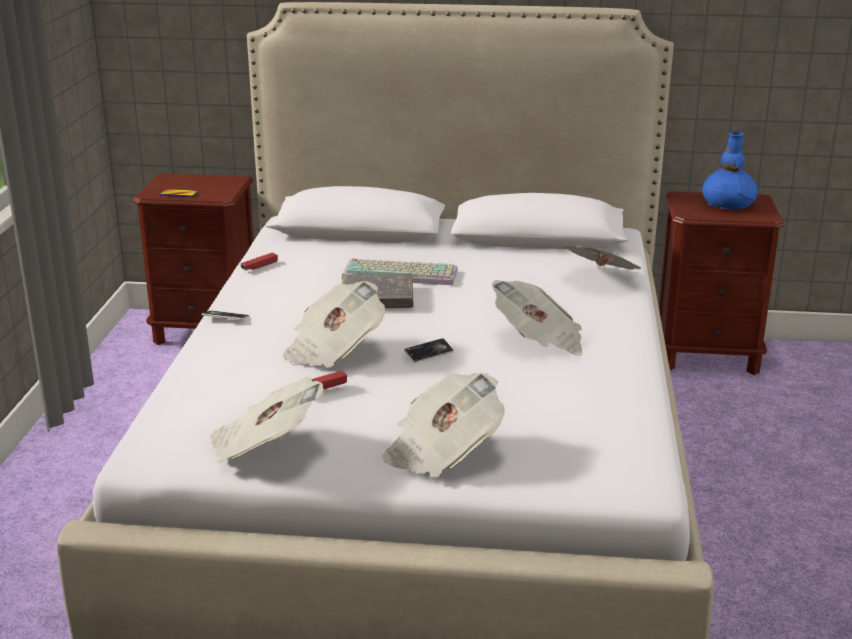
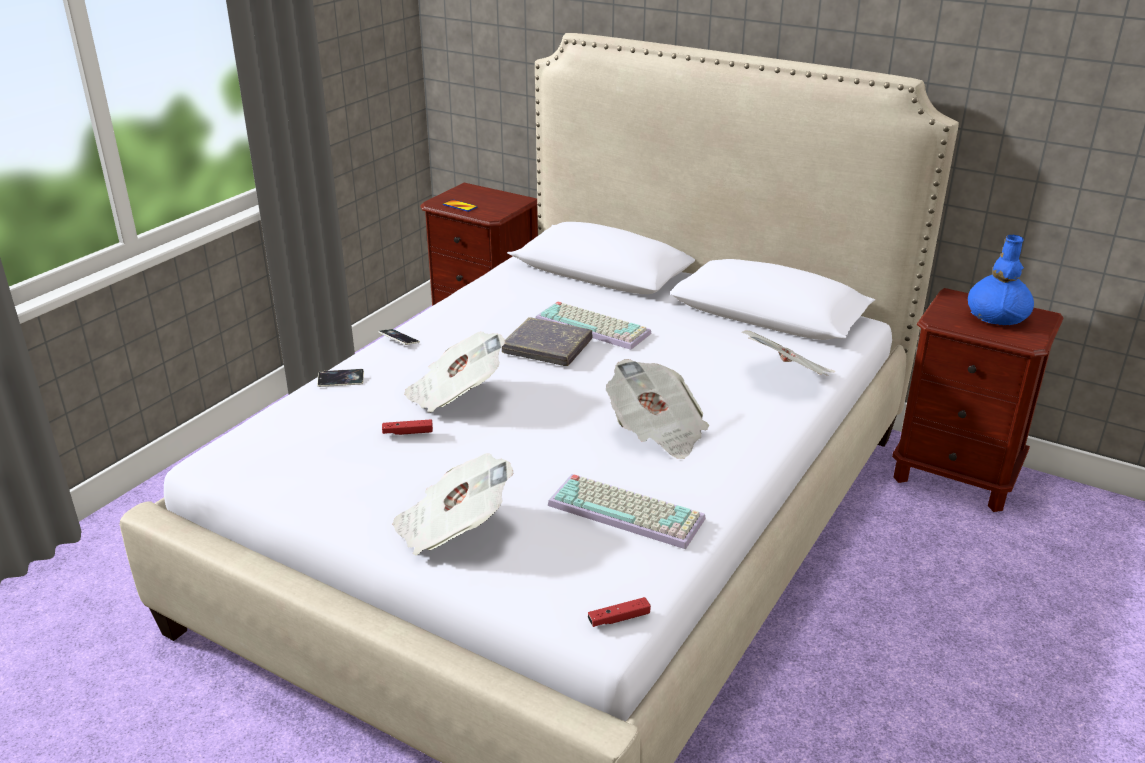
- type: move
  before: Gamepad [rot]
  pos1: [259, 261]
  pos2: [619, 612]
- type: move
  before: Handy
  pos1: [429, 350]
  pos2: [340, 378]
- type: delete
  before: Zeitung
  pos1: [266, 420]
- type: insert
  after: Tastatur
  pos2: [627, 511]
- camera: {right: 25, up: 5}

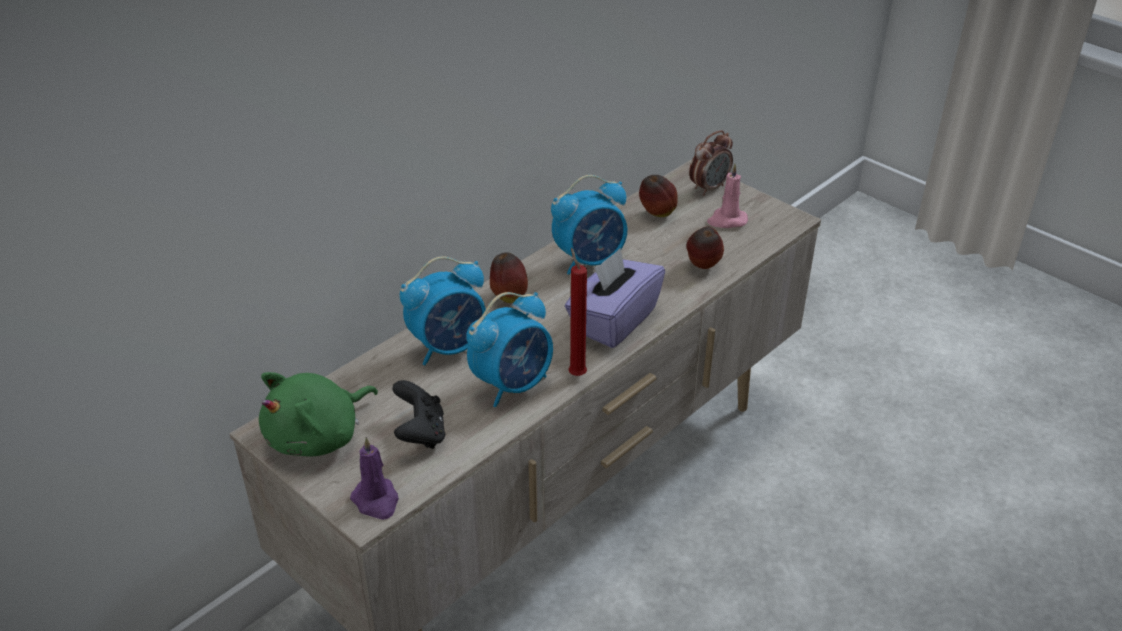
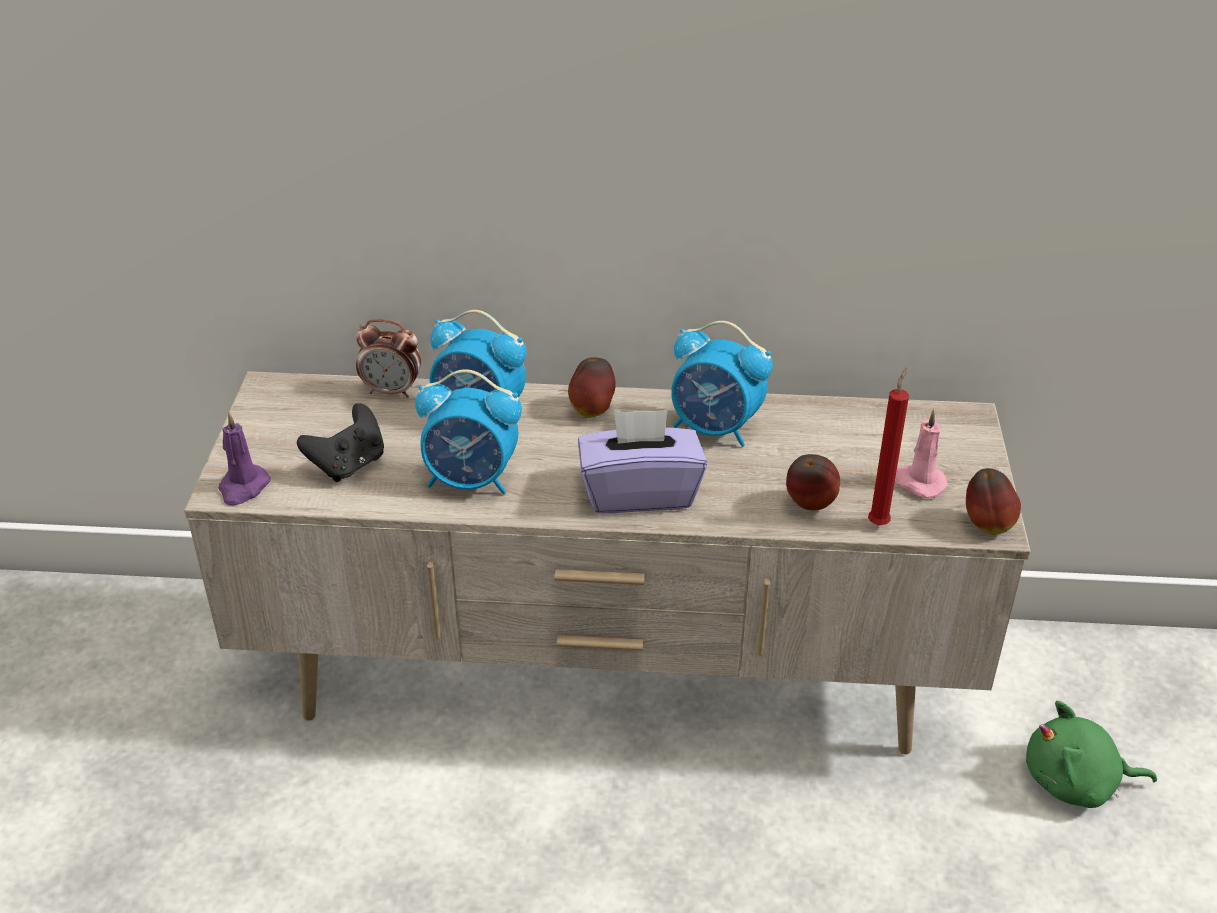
- type: move
  before: Wecker
  pos1: [711, 163]
  pos2: [388, 358]
- type: move
  before: Apfel
  pos1: [658, 196]
  pos2: [993, 501]
- type: move
  before: Kerze [rot]
  pos1: [578, 312]
  pos2: [888, 446]
- type: move
  before: Plüschtier [grün]
  pos1: [318, 414]
  pos2: [1091, 754]
- camera: {right: 50, up: 0}

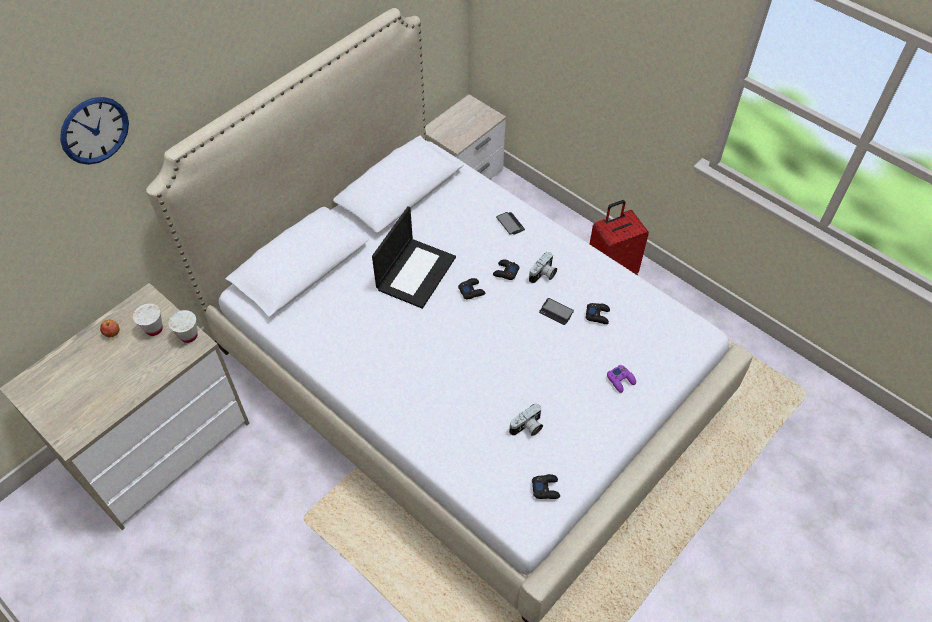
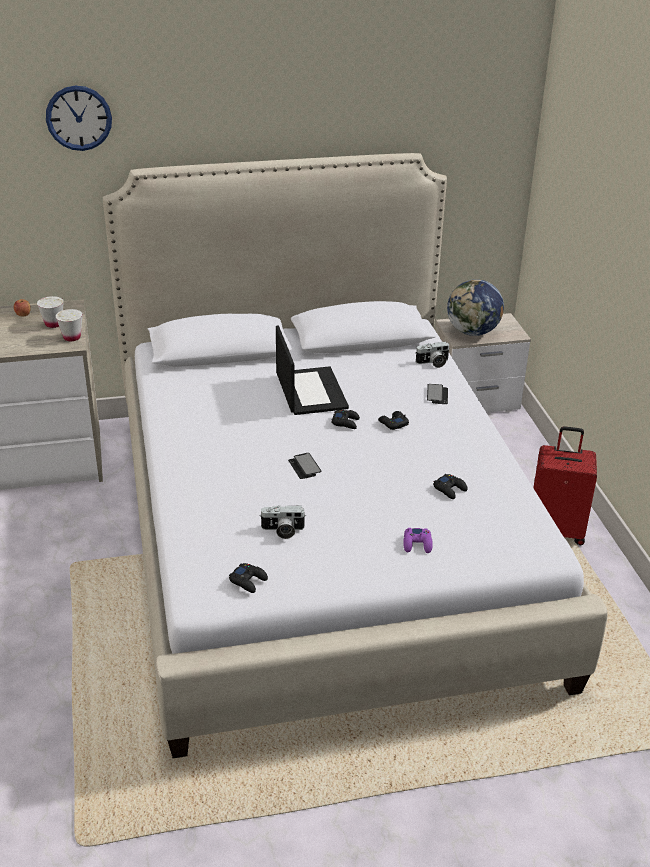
- type: rotate
  before: Laptop
  pos1: [414, 257]
  pos2: [312, 370]
  turn: -75
- type: move
  before: Kamera
  pos1: [543, 267]
  pos2: [432, 355]
- type: move
  before: Handy
  pos1: [556, 311]
  pos2: [304, 466]
- type: insert
  after: Globus
  pos2: [475, 307]
- camera: {right: 35, up: -20}

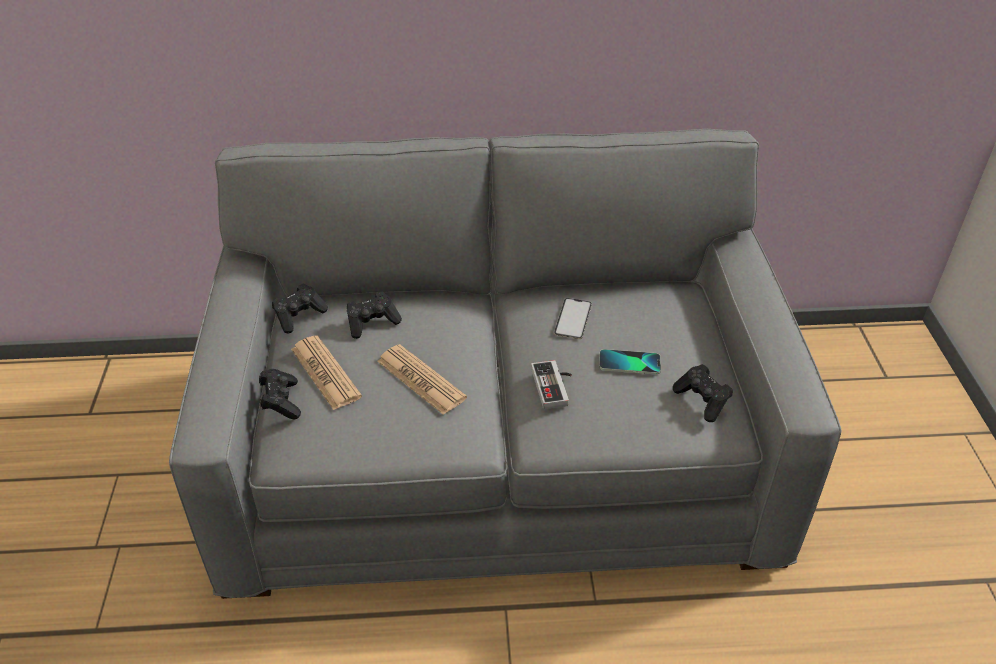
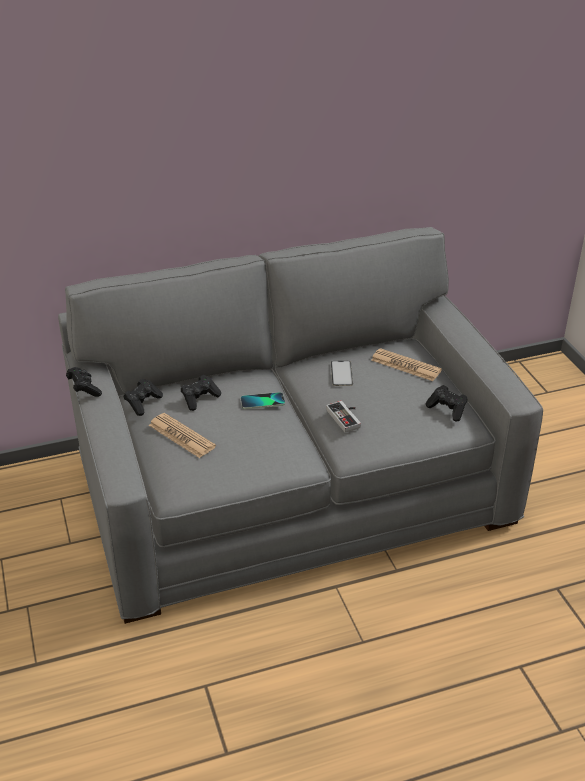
- type: move
  before: Zeitung
  pos1: [422, 379]
  pos2: [406, 364]
- type: move
  before: Handy
  pos1: [630, 362]
  pos2: [263, 400]
- type: move
  before: Gamepad [schwarz]
  pos1: [280, 394]
  pos2: [84, 382]
- camera: {right: -15, up: -5}

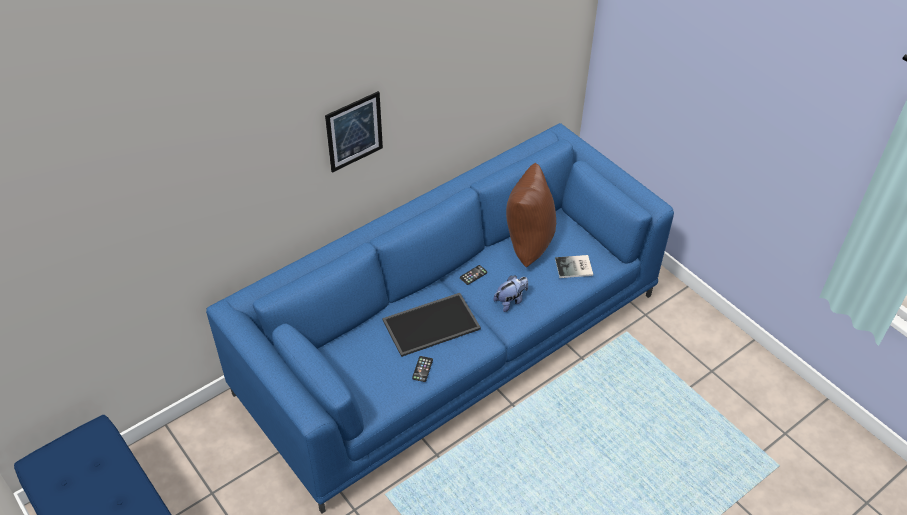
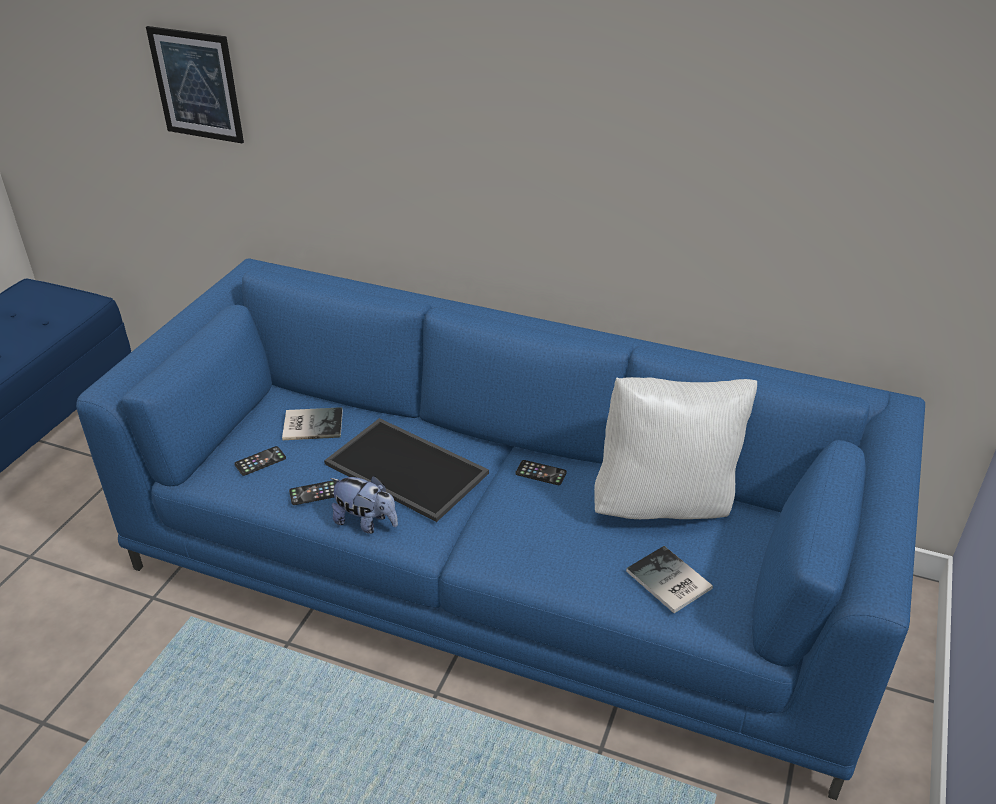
- type: move
  before: Bild
  pos1: [354, 132]
  pos2: [195, 84]
- type: recolor
  before: Kissen [braun]
  after: Kissen [weiß]
  pos1: [531, 215]
  pos2: [675, 448]
- type: move
  before: Plüschtier
  pos1: [510, 294]
  pos2: [364, 505]
- type: insert
  after: Buch
  pos2: [312, 423]
- type: insert
  after: Handy
  pos2: [260, 461]
- camera: {right: 60, up: -10}

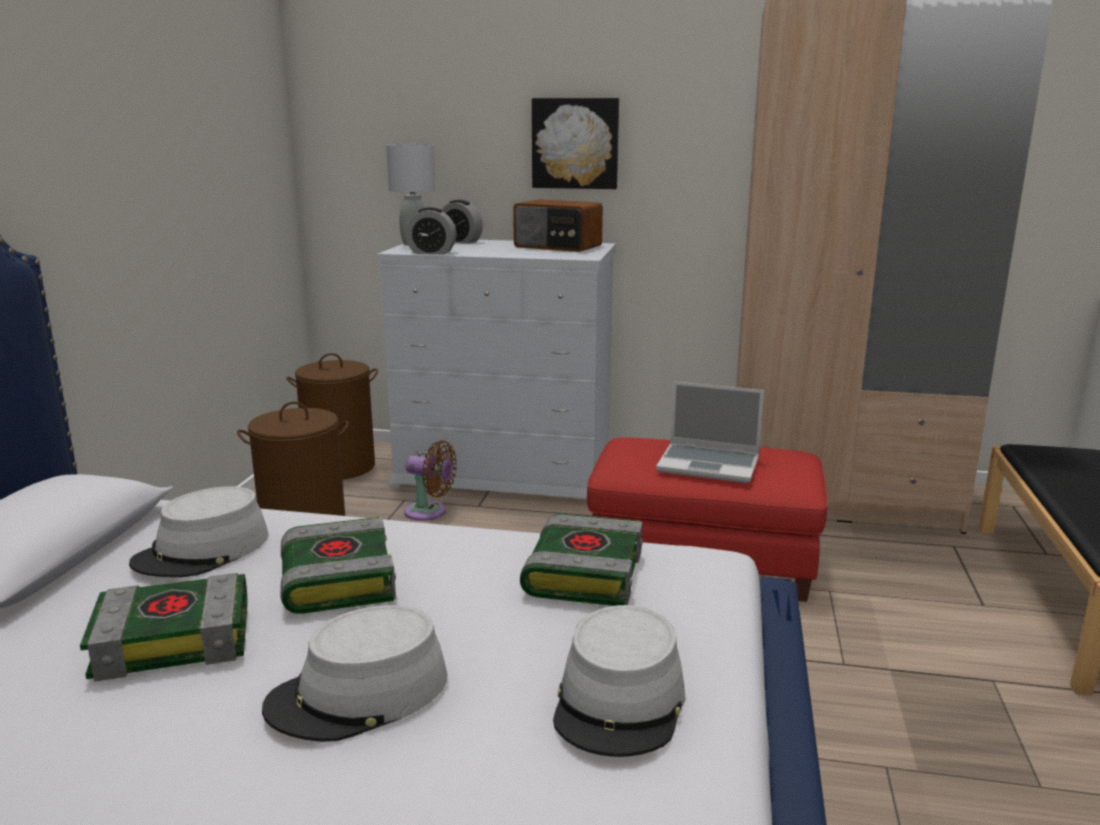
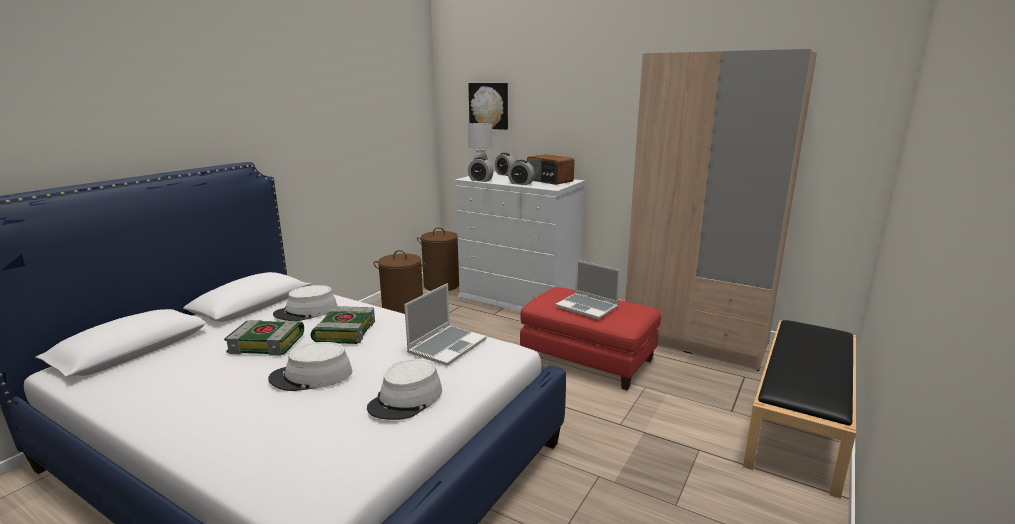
- type: move
  before: Bild
  pos1: [575, 143]
  pos2: [488, 106]
- type: delete
  before: Ventilator [braun]
  pos1: [430, 480]
- type: replace
  before: Buch
  after: Laptop
  pos1: [581, 560]
  pos2: [445, 324]
- type: insert
  after: Wecker
  pos2: [521, 172]
- camera: {right: 20, up: 0}

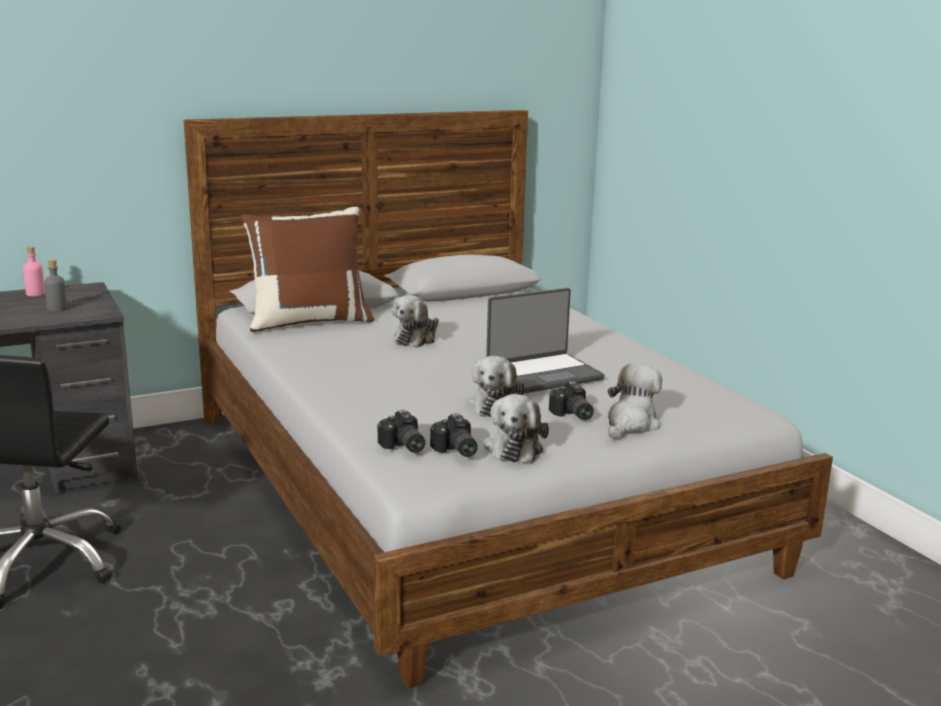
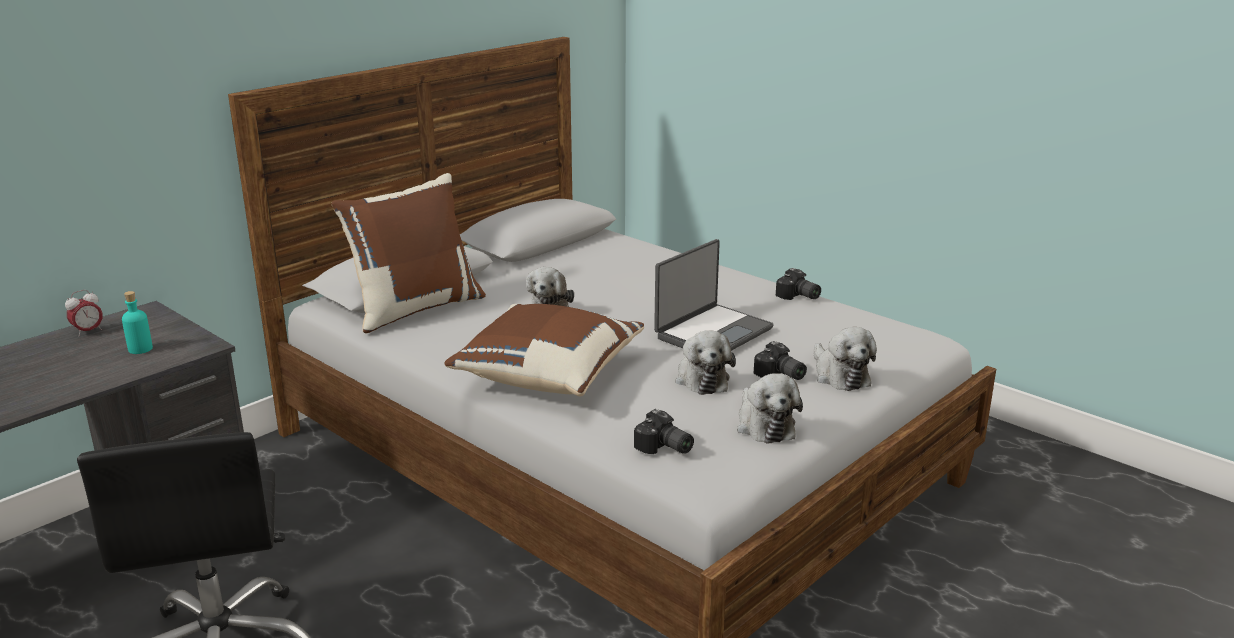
- type: replace
  before: Flasche [rosa]
  after: Wecker
  pos1: [34, 271]
  pos2: [84, 313]
- type: recolor
  before: Flasche [grau]
  after: Flasche [türkis]
  pos1: [55, 285]
  pos2: [137, 322]
- type: rotate
  before: Plüschtier
  pos1: [635, 401]
  pos2: [845, 359]
  turn: 150
- type: move
  before: Kamera
  pos1: [454, 435]
  pos2: [798, 284]
- type: insert
  after: Kissen [braun]
  pos2: [544, 350]
- camera: {right: -20, up: 5}

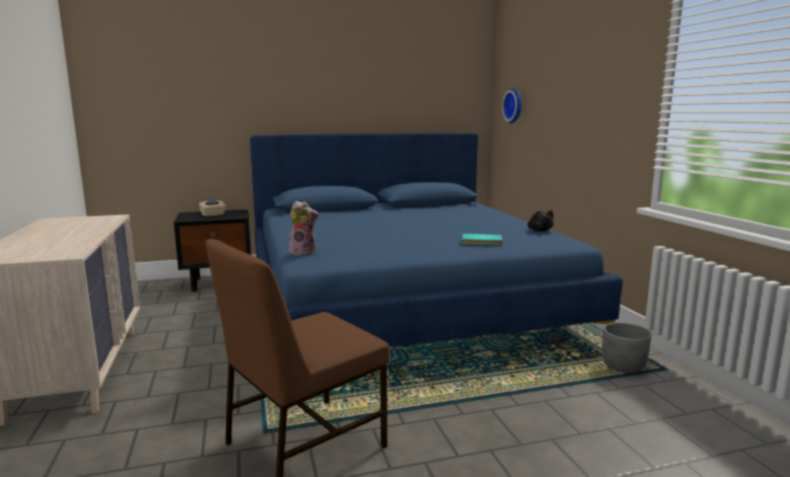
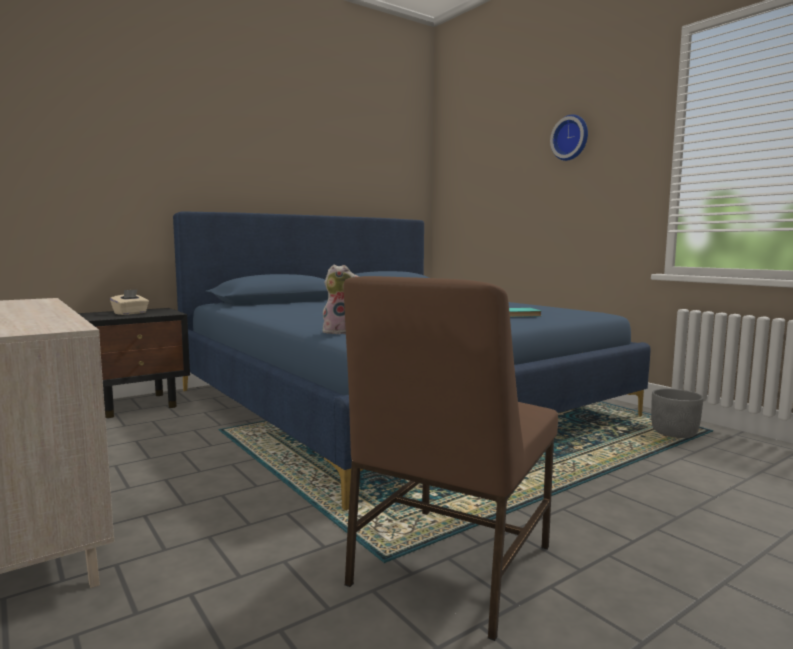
- type: move
  before: Wanduhr
  pos1: [512, 105]
  pos2: [569, 137]
- type: delete
  before: Plüschtier [schwarz]
  pos1: [540, 220]
- camera: {right: -20, up: -5}

